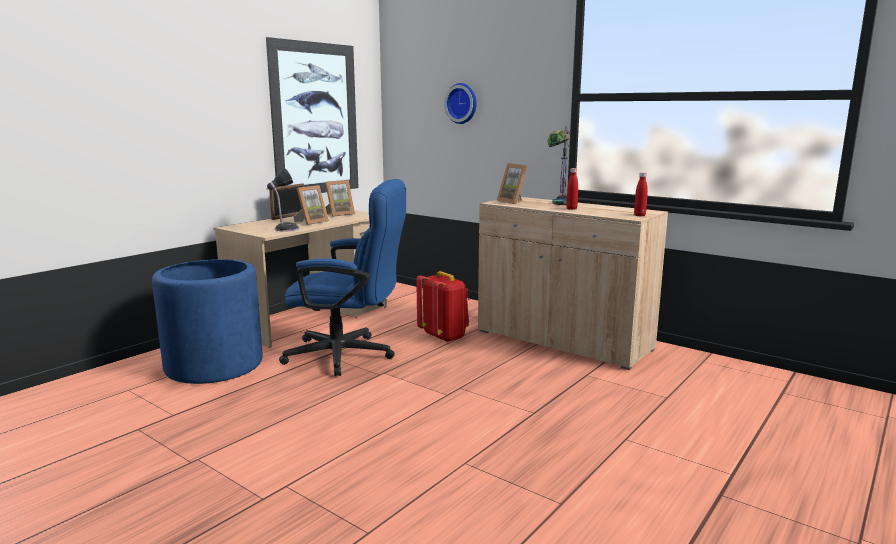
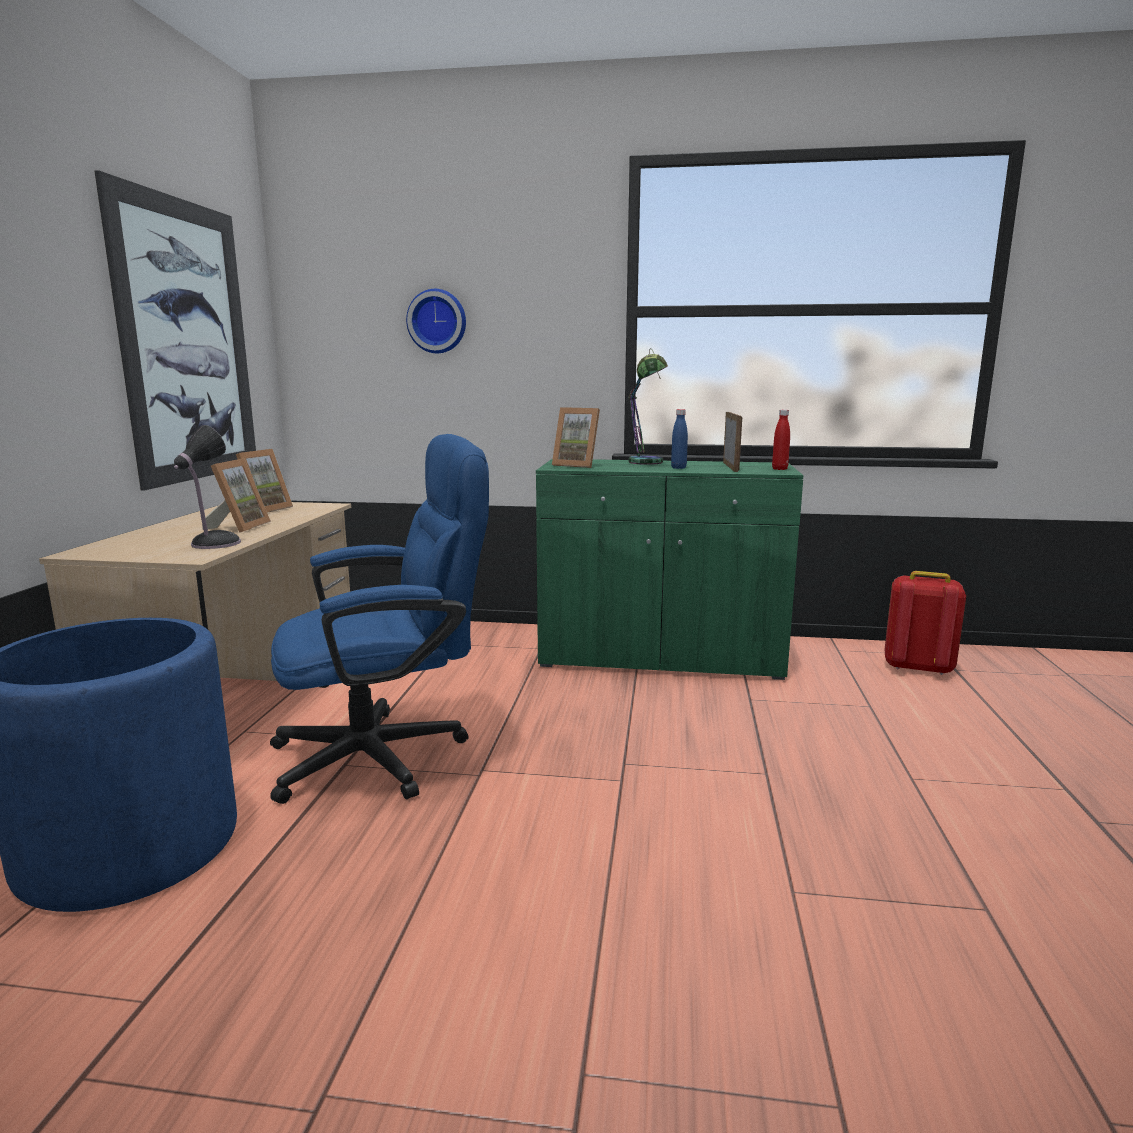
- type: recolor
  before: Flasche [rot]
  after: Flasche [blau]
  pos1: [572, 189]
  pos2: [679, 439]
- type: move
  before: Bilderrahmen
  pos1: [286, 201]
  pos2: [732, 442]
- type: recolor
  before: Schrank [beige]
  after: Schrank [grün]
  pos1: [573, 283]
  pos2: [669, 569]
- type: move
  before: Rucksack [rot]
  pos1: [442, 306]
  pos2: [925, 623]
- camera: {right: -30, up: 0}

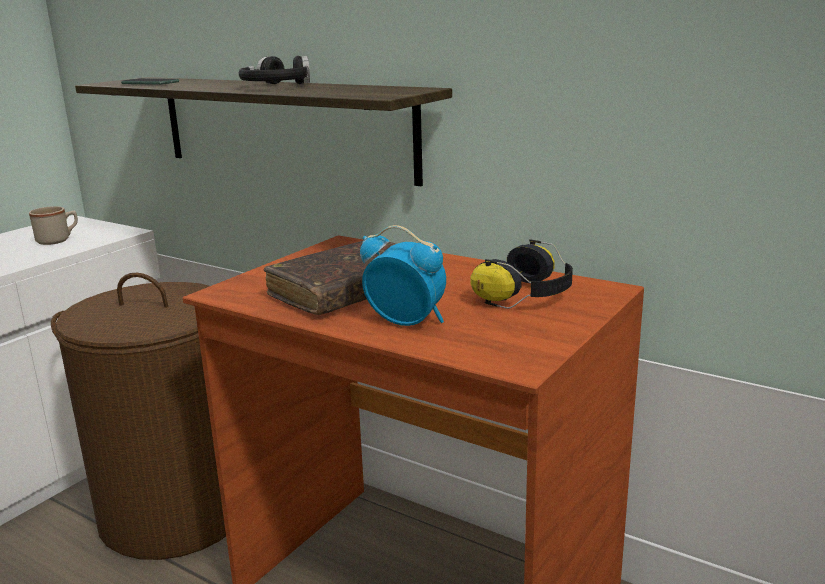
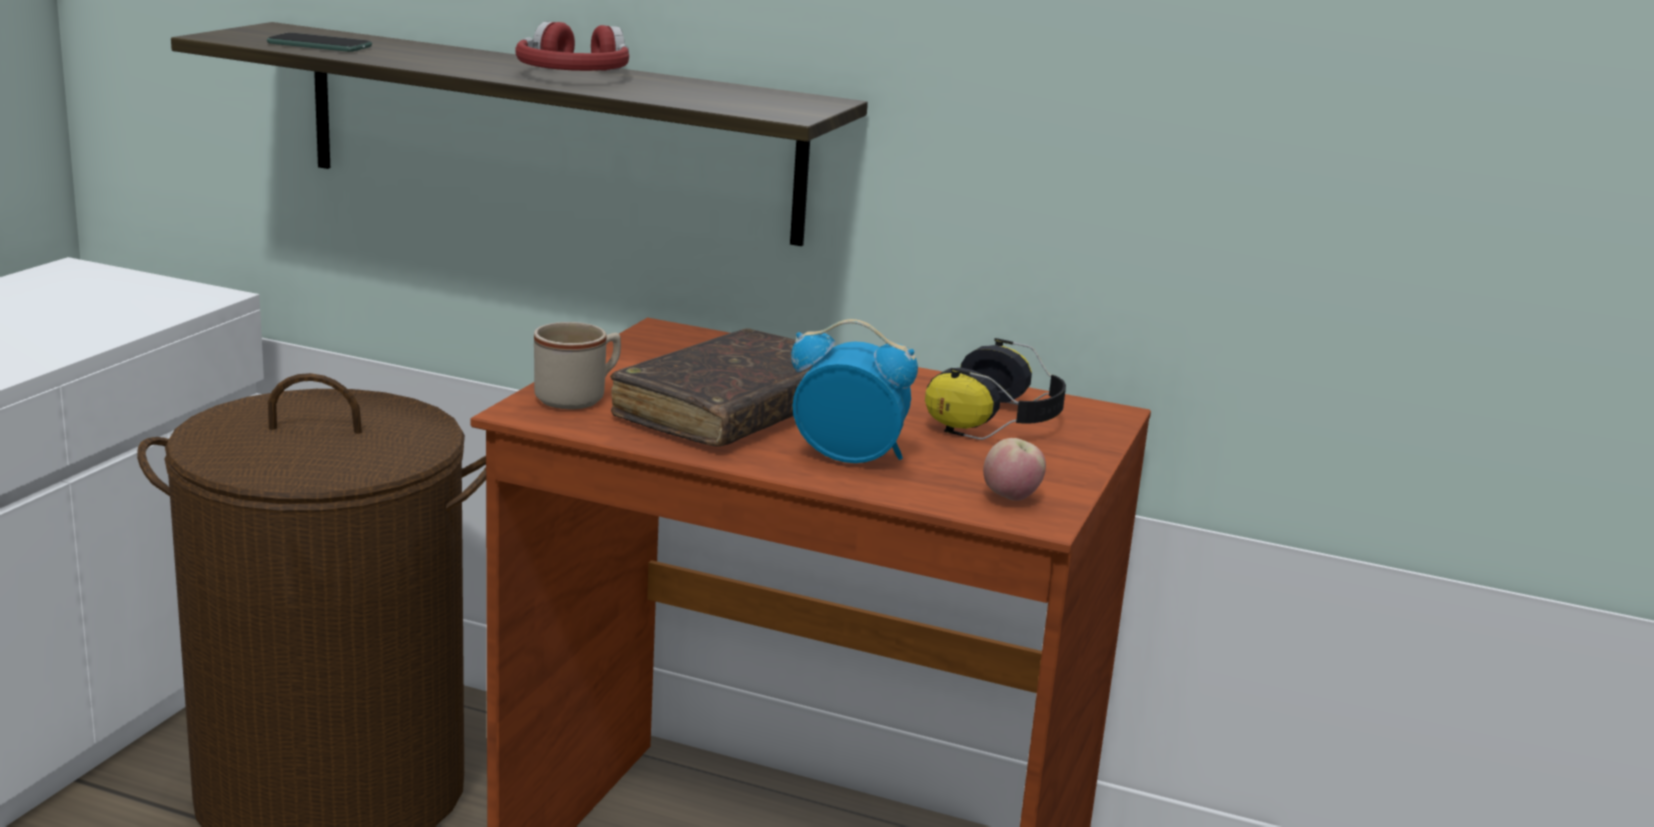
- type: recolor
  before: Kopfhörer [schwarz]
  after: Kopfhörer [rot]
  pos1: [274, 70]
  pos2: [572, 46]
- type: move
  before: Henkelbecher [beige]
  pos1: [53, 225]
  pos2: [577, 365]
- type: insert
  after: Apfel
  pos2: [1014, 469]
- camera: {right: -15, up: 0}

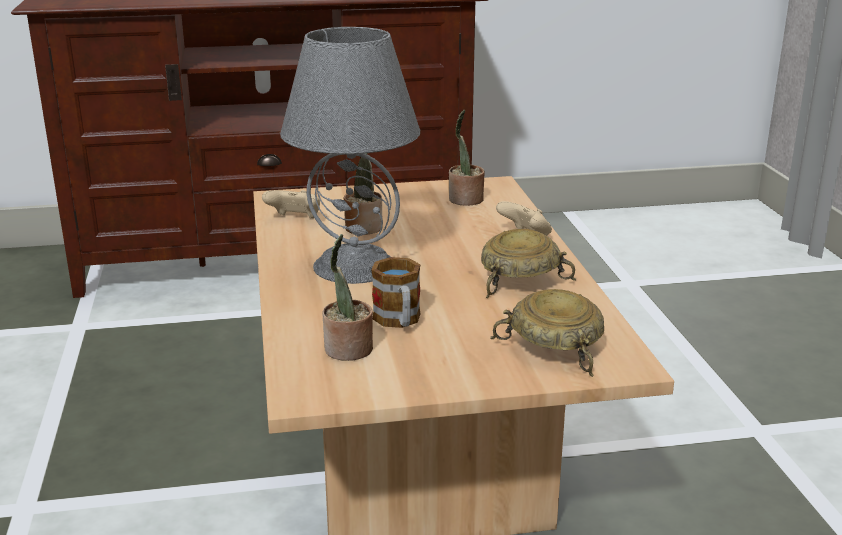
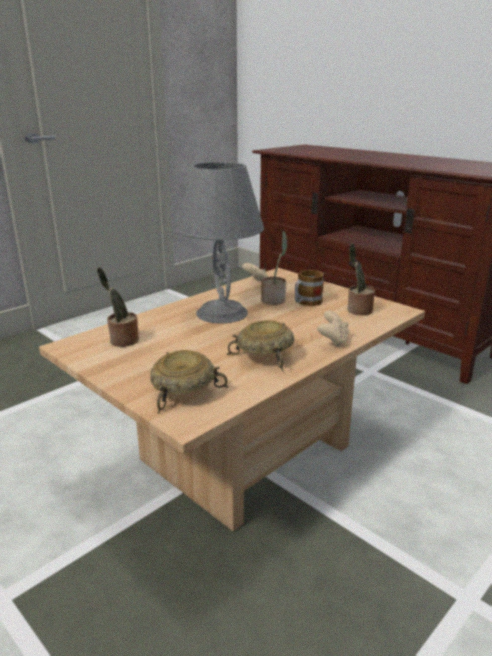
- type: move
  before: Henkelbecher
  pos1: [395, 292]
  pos2: [309, 288]
- camera: {right: 55, up: 0}

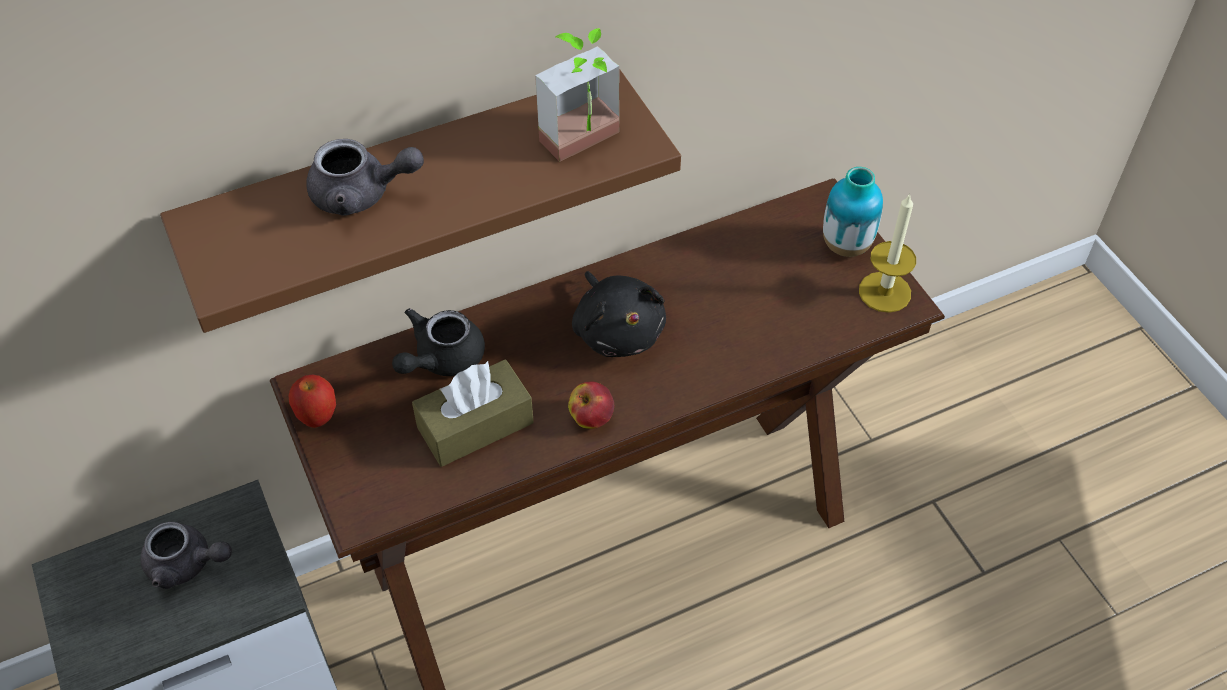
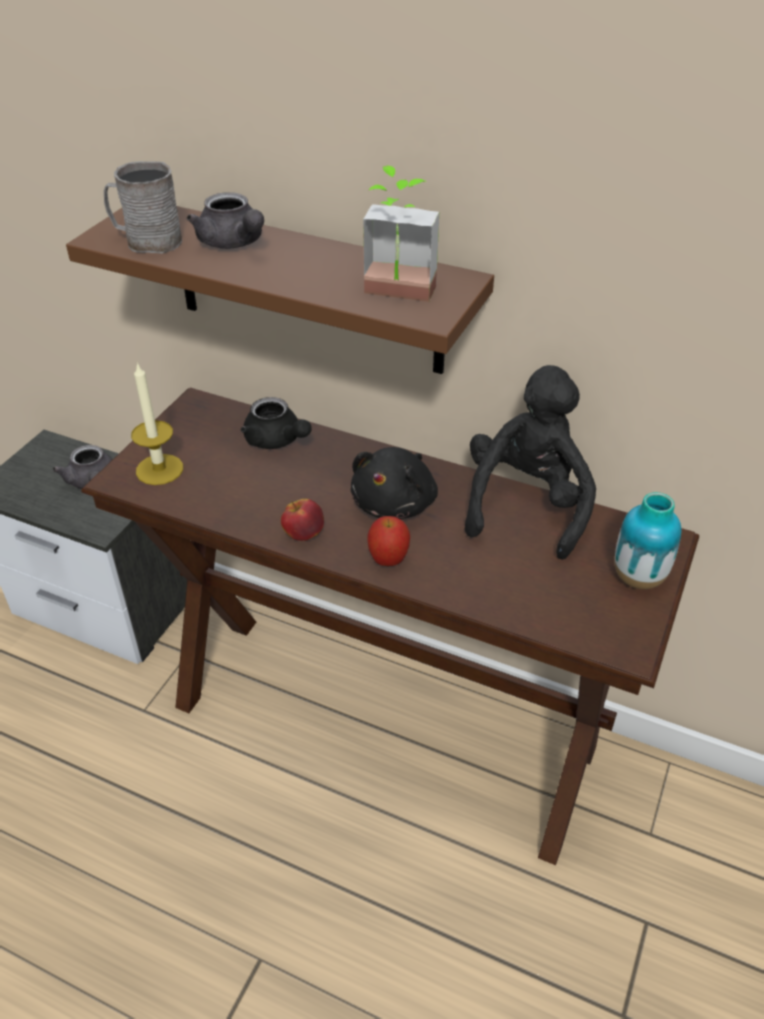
- type: move
  before: Kerze
  pos1: [887, 253]
  pos2: [157, 423]
- type: rotate
  before: Teekanne [schwarz]
  pos1: [438, 342]
  pos2: [276, 423]
  turn: -135
- type: delete
  before: Taschentuchbox [braun]
  pos1: [473, 413]
- type: move
  before: Apfel
  pos1: [312, 401]
  pos2: [388, 541]
- type: insert
  after: Henkelbecher [grau]
  pos2: [143, 207]
- type: insert
  after: Plüschtier [schwarz]
  pos2: [530, 462]
- camera: {right: 50, up: -10}

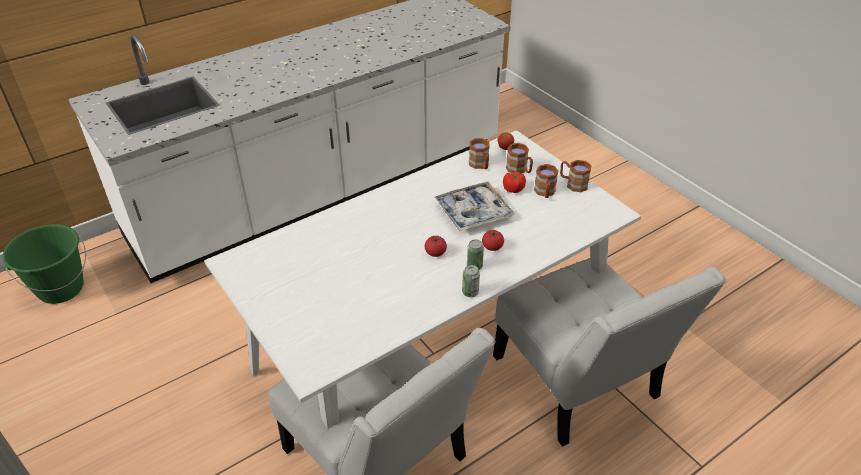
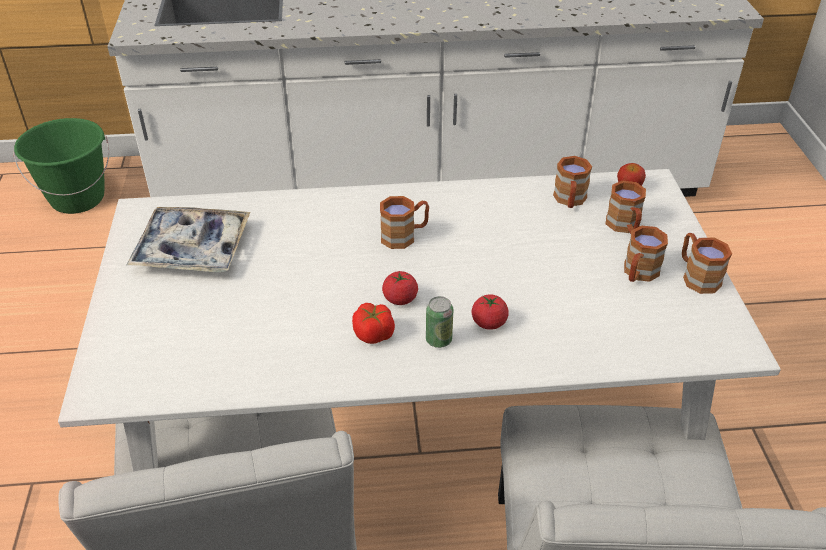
- type: move
  before: Tomate
  pos1: [514, 182]
  pos2: [373, 323]
- type: move
  before: Tablett
  pos1: [474, 206]
  pos2: [188, 240]
- type: delete
  before: Dose
  pos1: [471, 281]
- type: insert
  after: Henkelbecher [braun]
  pos2: [404, 222]
- camera: {right: 30, up: 0}

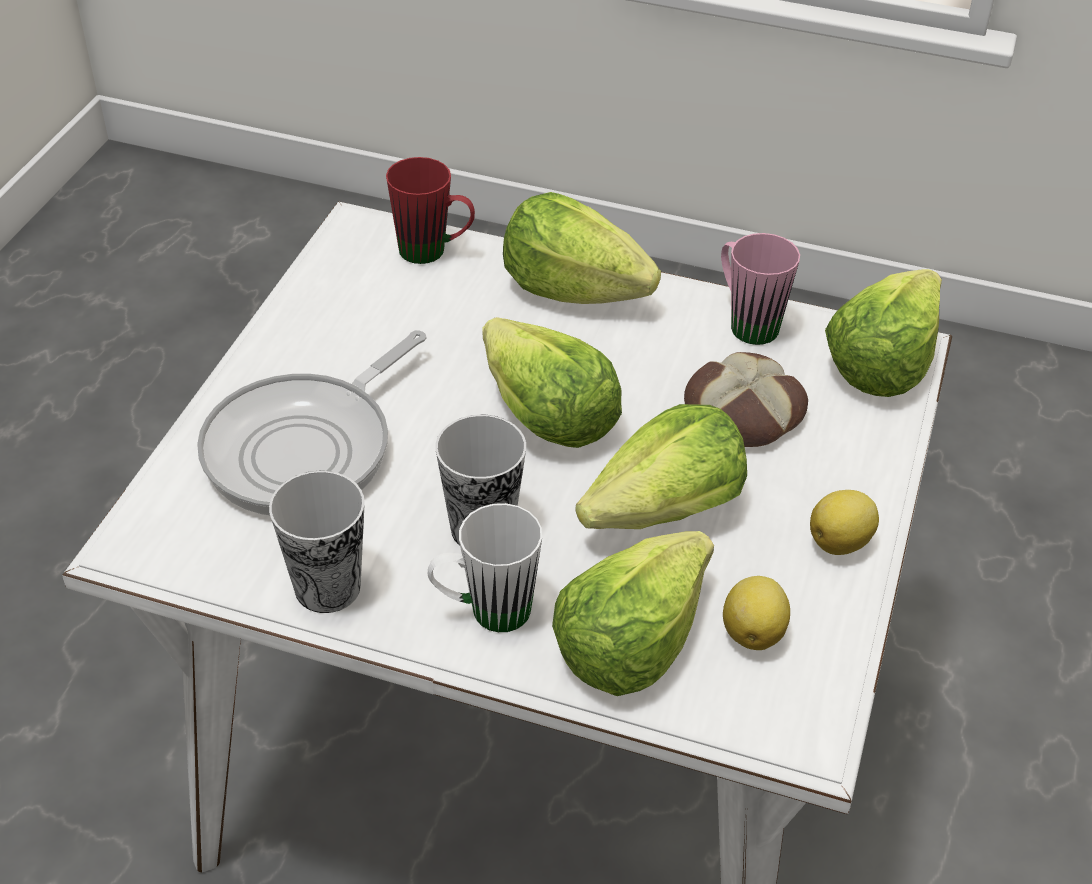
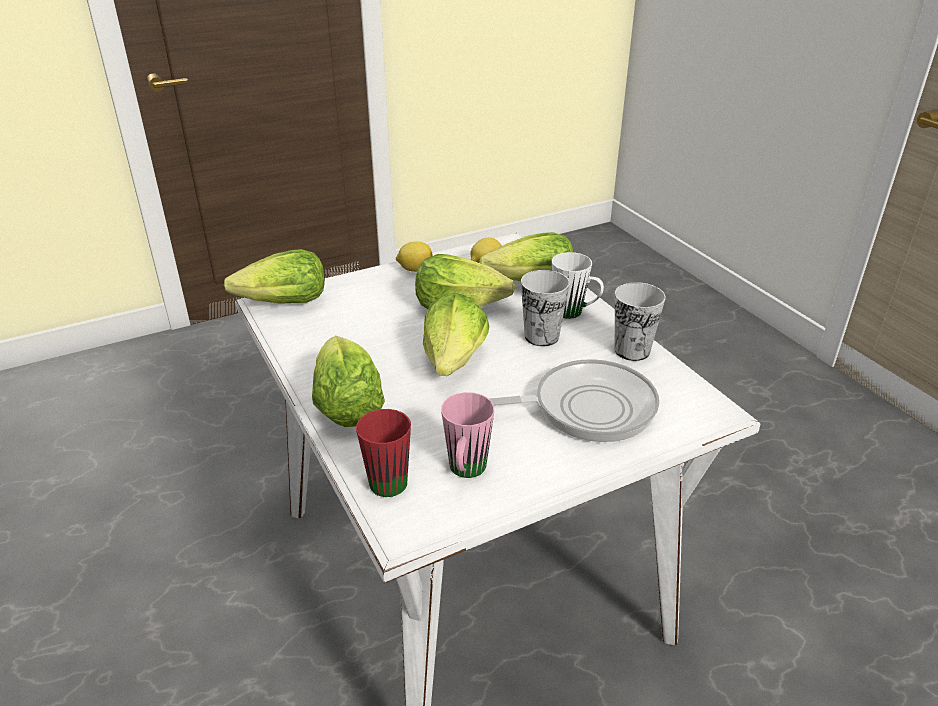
- type: move
  before: Henkelbecher [rosa]
  pos1: [760, 289]
  pos2: [467, 435]
- type: delete
  before: Brot
  pos1: [746, 399]
- camera: {right: -135, up: -10}

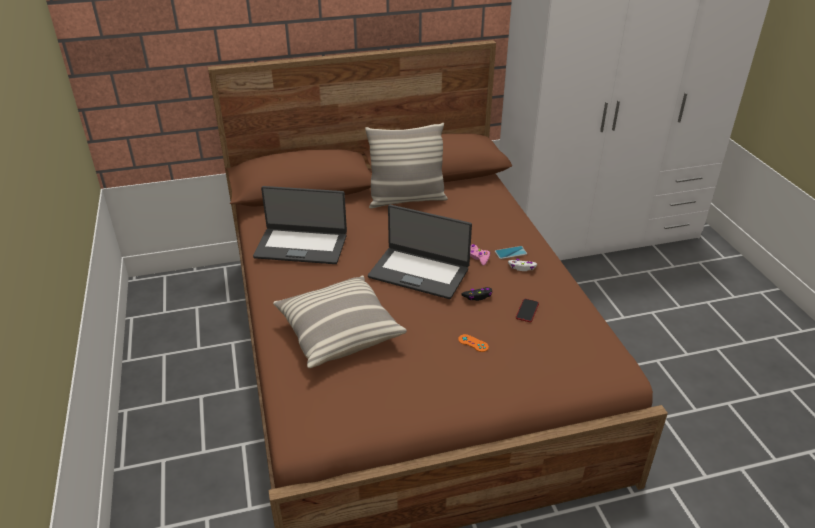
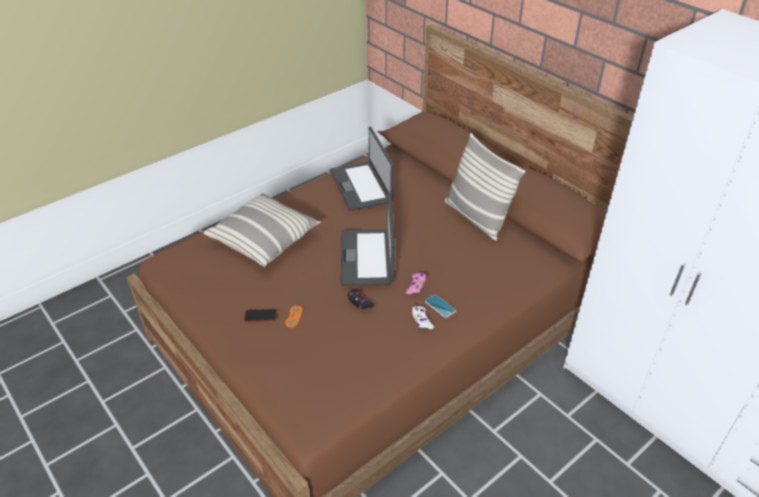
- type: move
  before: Handy
  pos1: [527, 310]
  pos2: [260, 315]
- camera: {right: 65, up: 5}

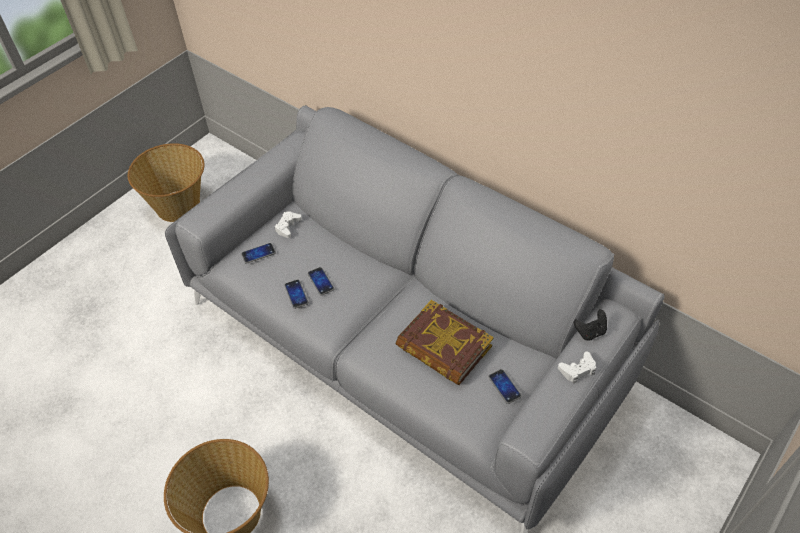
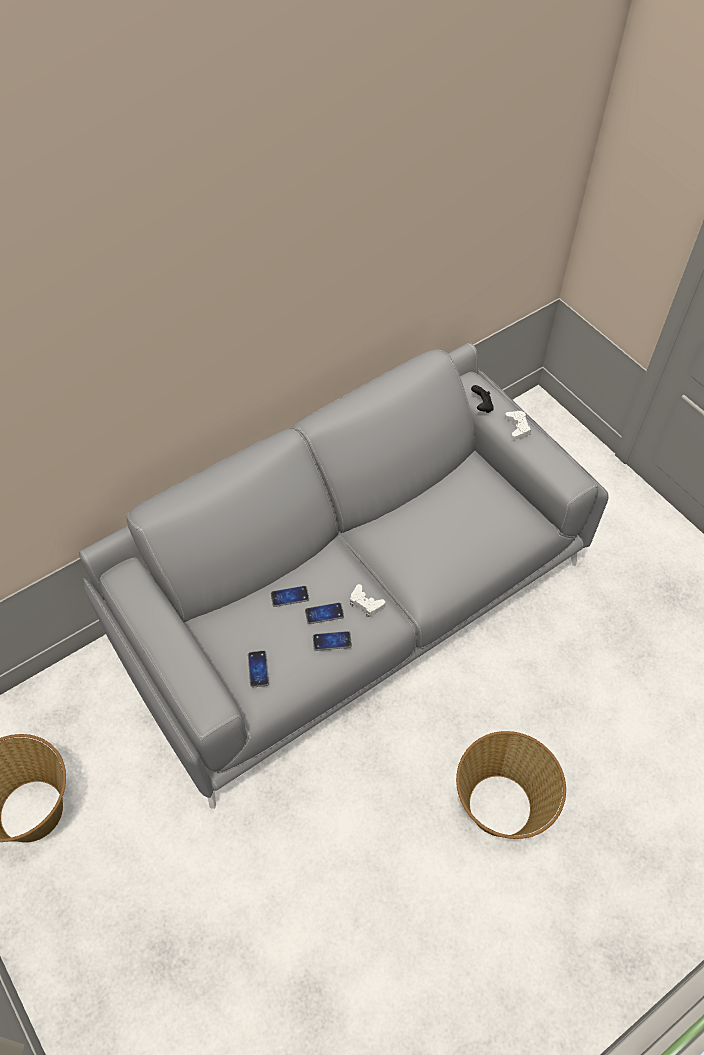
- type: move
  before: Gamepad [weiß]
  pos1: [288, 224]
  pos2: [367, 600]
- type: delete
  before: Buch
  pos1: [445, 342]
- type: move
  before: Handy
  pos1: [505, 386]
  pos2: [290, 596]
- camera: {right: -75, up: 5}

